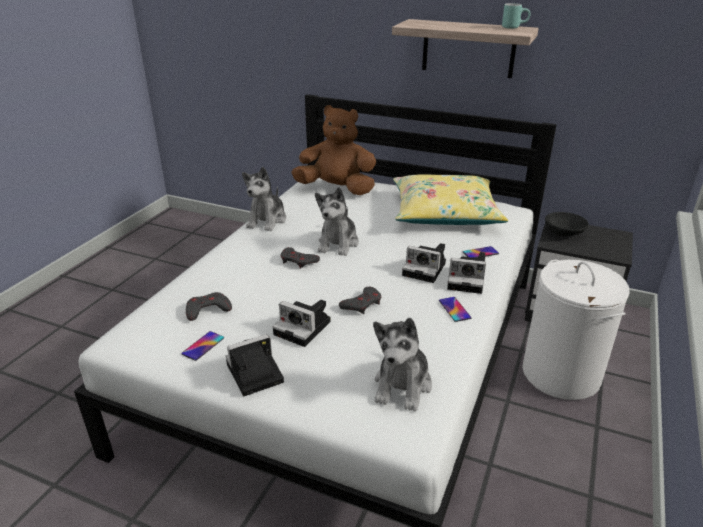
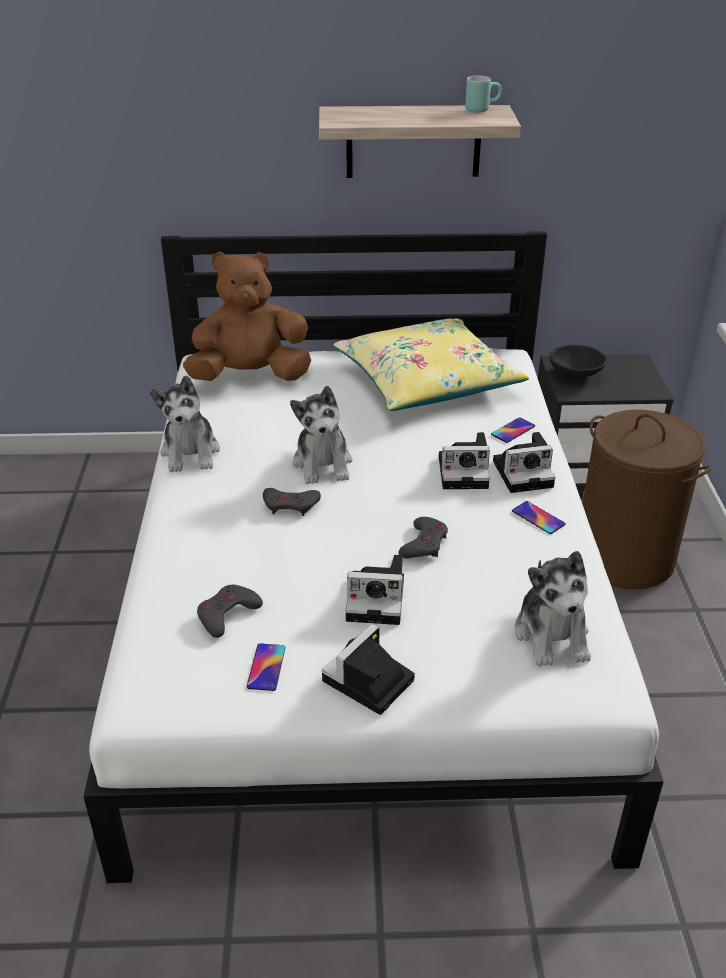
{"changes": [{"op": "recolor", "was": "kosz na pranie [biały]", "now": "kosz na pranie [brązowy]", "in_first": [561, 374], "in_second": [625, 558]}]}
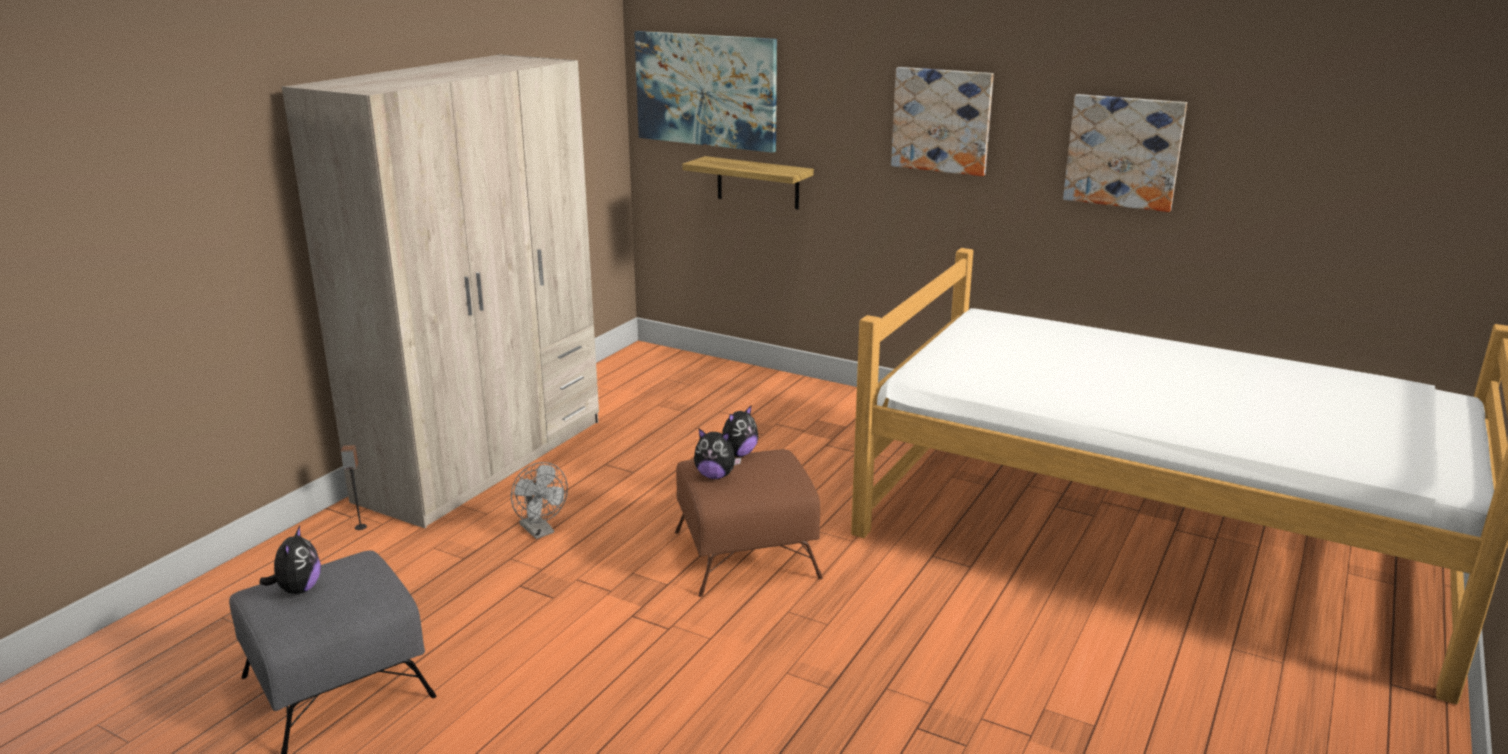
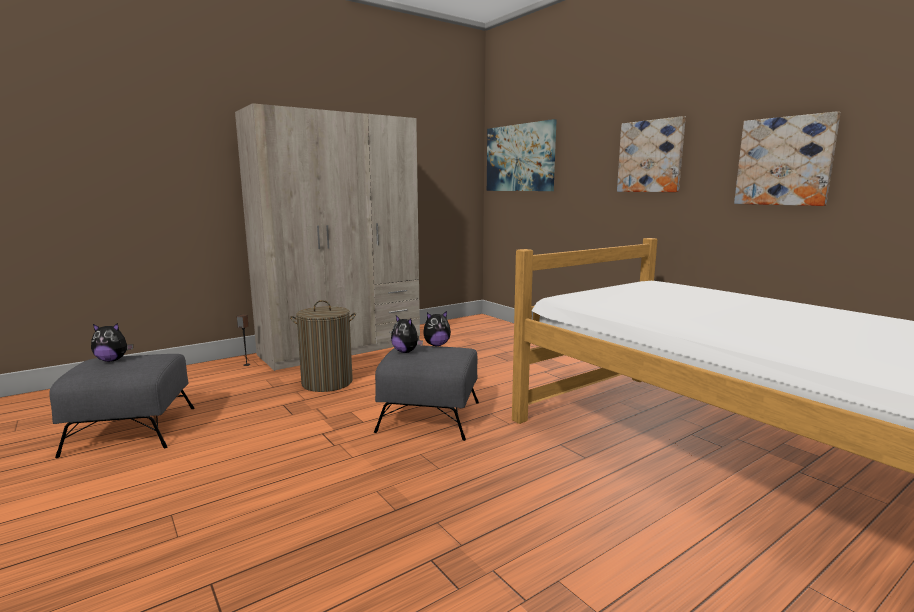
{"changes": [{"op": "rotate", "was": "pluszak", "in_first": [298, 589], "in_second": [112, 360], "clockwise": 60}, {"op": "replace", "was": "wentylator [szary]", "now": "kosz na pranie", "in_first": [540, 531], "in_second": [327, 382]}, {"op": "recolor", "was": "pufa [brązowy]", "now": "pufa [szary]", "in_first": [747, 554], "in_second": [430, 416]}, {"op": "delete", "was": "półka", "in_first": [758, 183]}]}
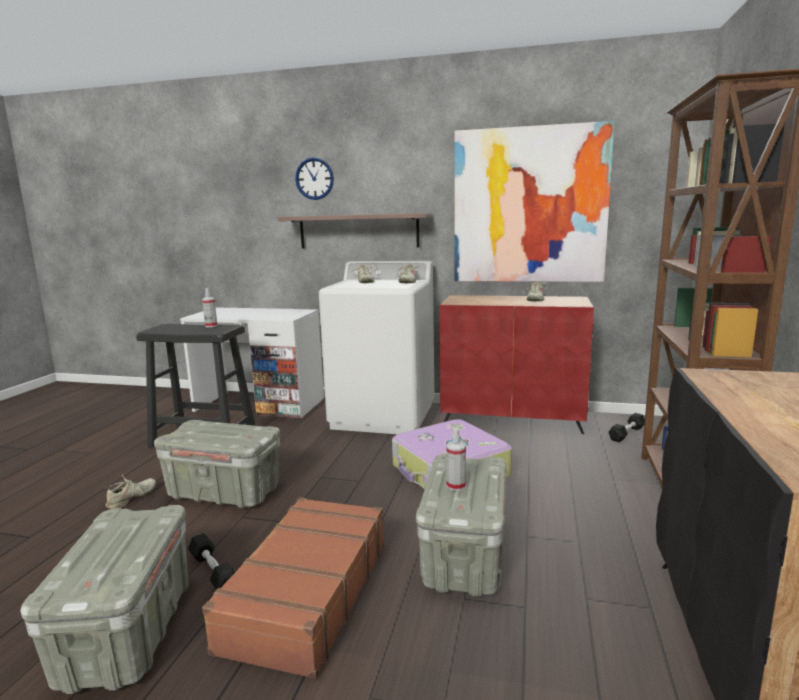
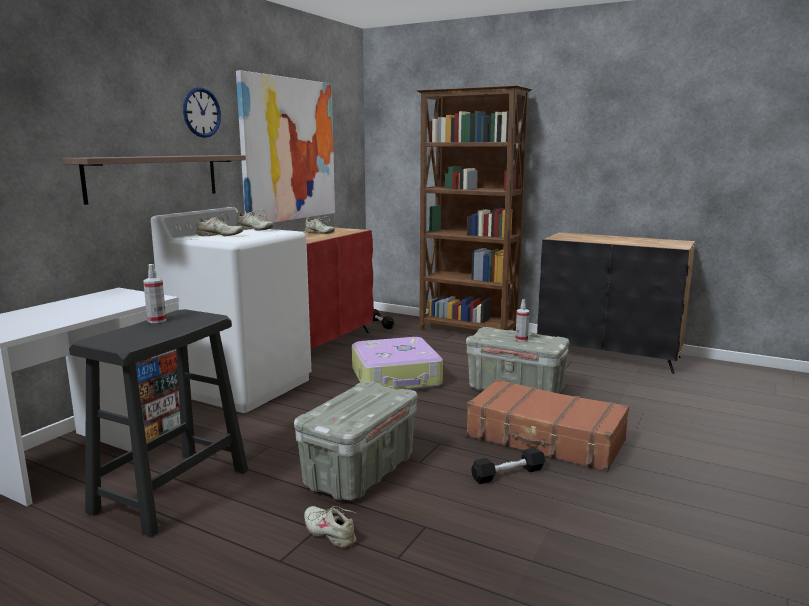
{"changes": [{"op": "move", "was": "zegar ścienny", "in_first": [314, 178], "in_second": [201, 112]}, {"op": "delete", "was": "pojemnik do przechowywania [szary]", "in_first": [128, 631]}]}
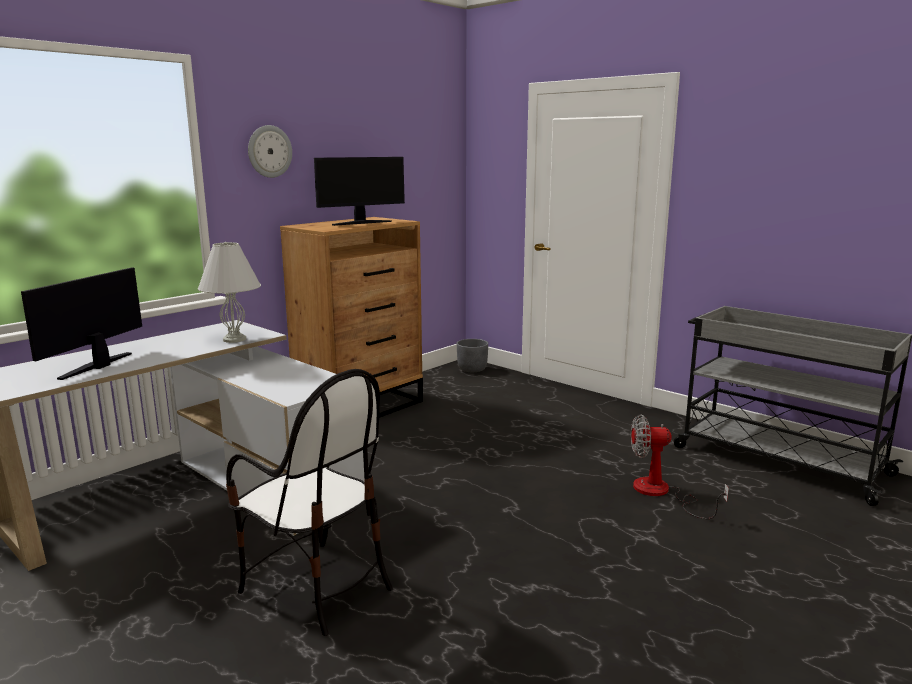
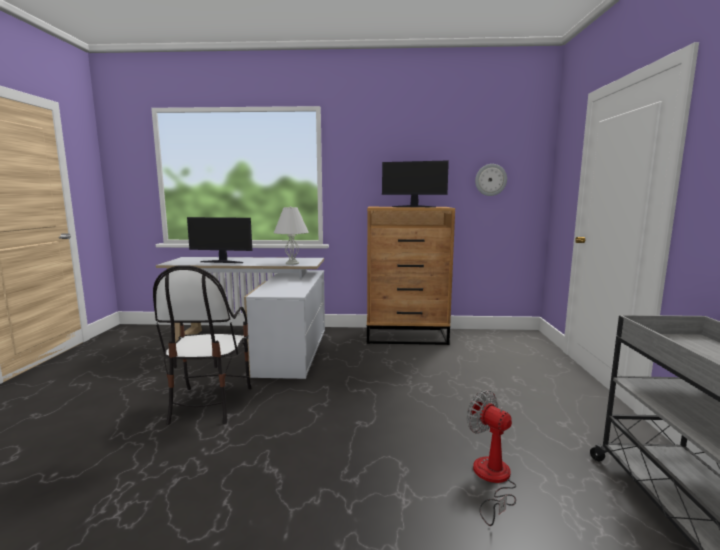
{"changes": [{"op": "rotate", "was": "monitor", "in_first": [98, 366], "in_second": [222, 262], "clockwise": -150}, {"op": "move", "was": "zegar ścienny", "in_first": [269, 151], "in_second": [490, 180]}, {"op": "delete", "was": "donica [szary]", "in_first": [472, 369]}]}
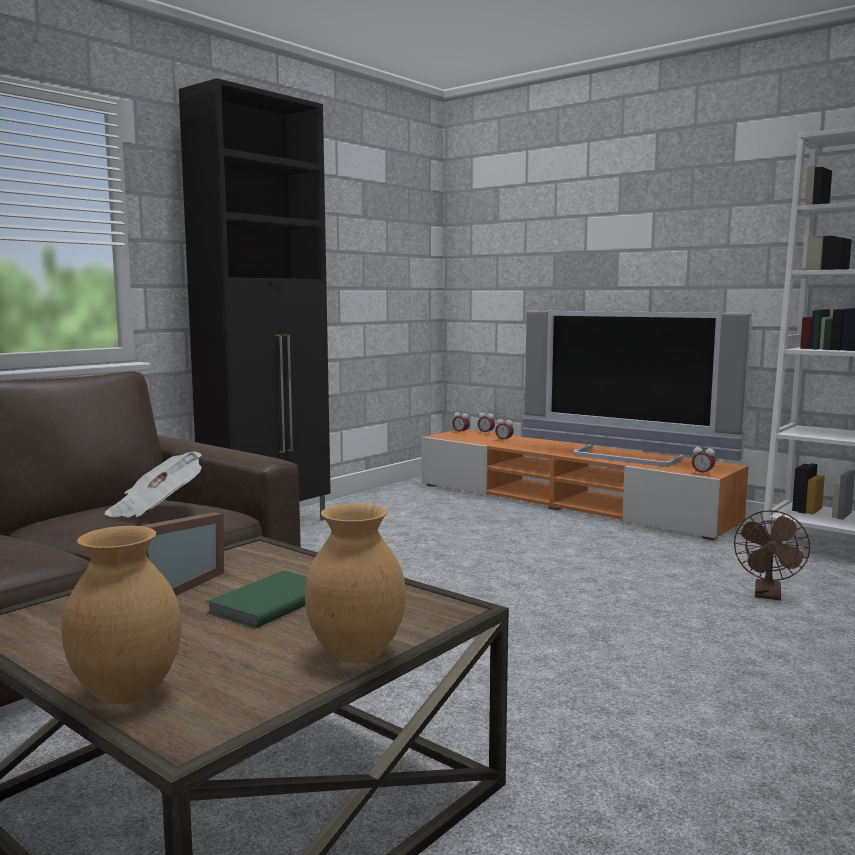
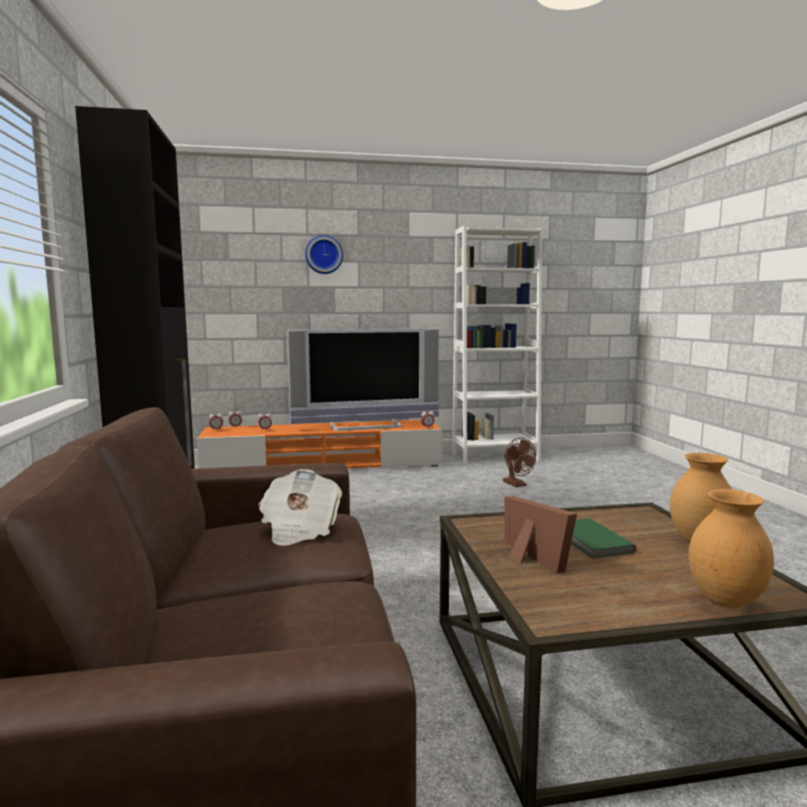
{"changes": [{"op": "insert", "now": "zegar ścienny", "in_second": [324, 255]}]}
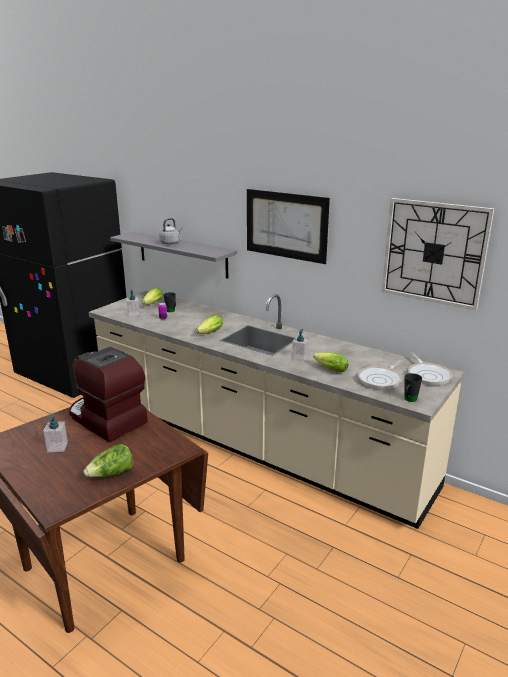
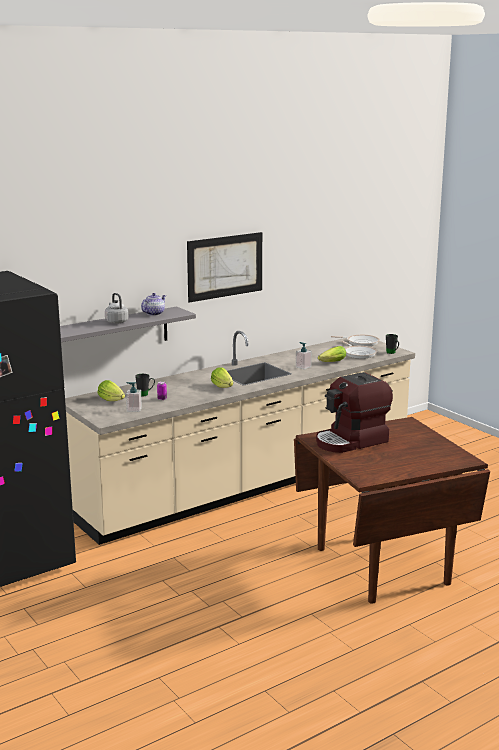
{"changes": [{"op": "insert", "now": "imbryk", "in_second": [154, 313]}, {"op": "delete", "was": "dozownik mydła", "in_first": [57, 447]}, {"op": "delete", "was": "sałata", "in_first": [112, 474]}, {"op": "delete", "was": "zegar ścienny", "in_first": [434, 252]}]}
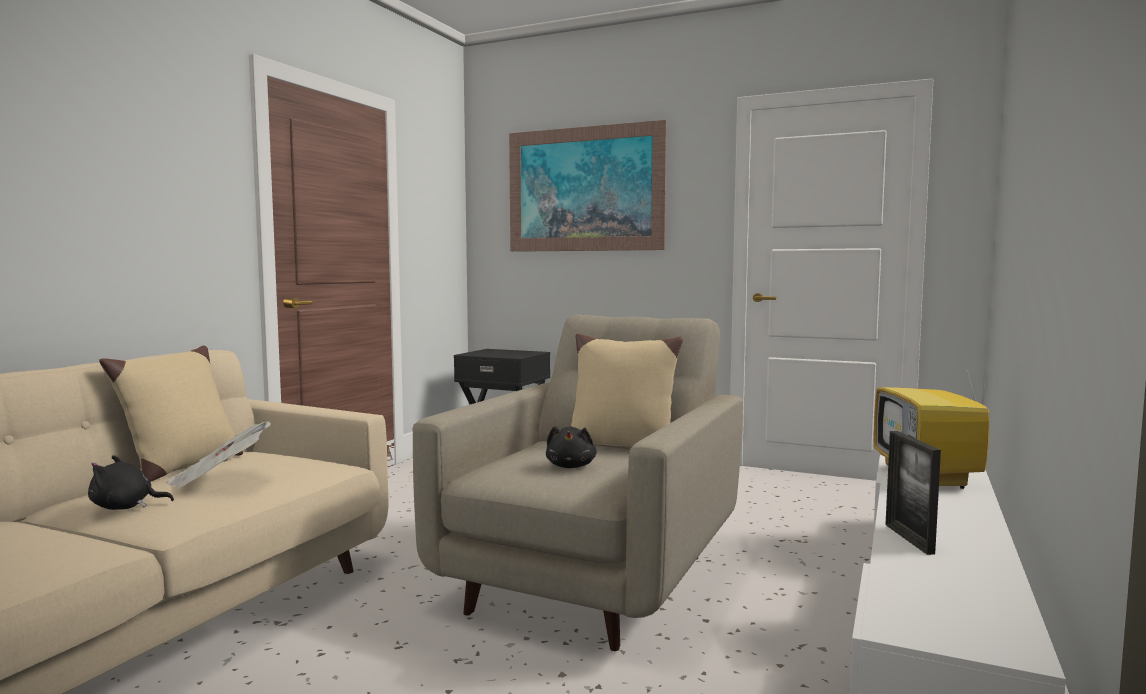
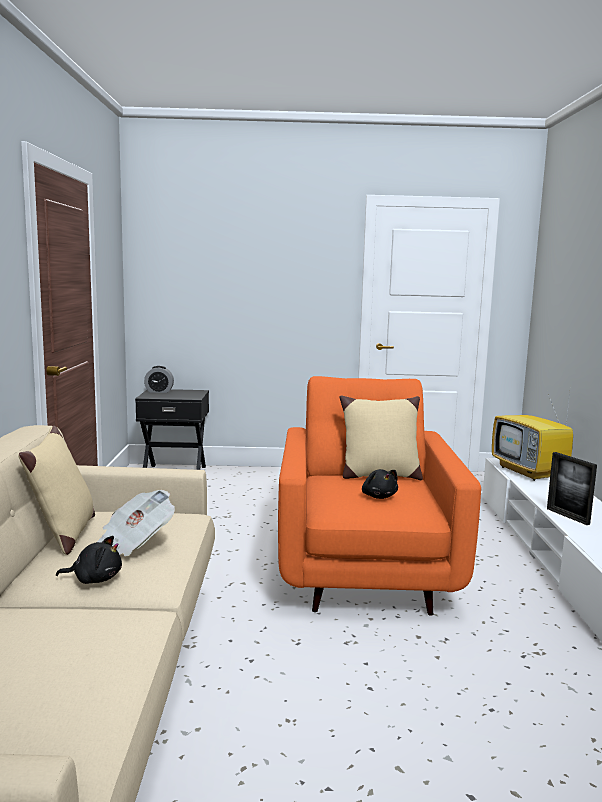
{"changes": [{"op": "rotate", "was": "pluszak [czarny]", "in_first": [125, 507], "in_second": [95, 579], "clockwise": -150}, {"op": "insert", "now": "budzik", "in_second": [159, 391]}, {"op": "recolor", "was": "fotel [beżowy]", "now": "fotel [pomarańczowy]", "in_first": [596, 576], "in_second": [364, 568]}, {"op": "delete", "was": "obraz", "in_first": [585, 189]}]}
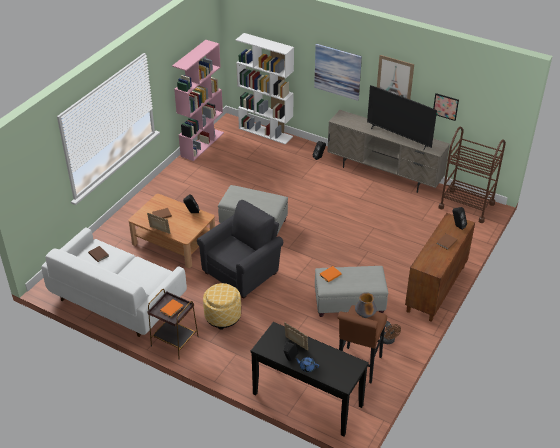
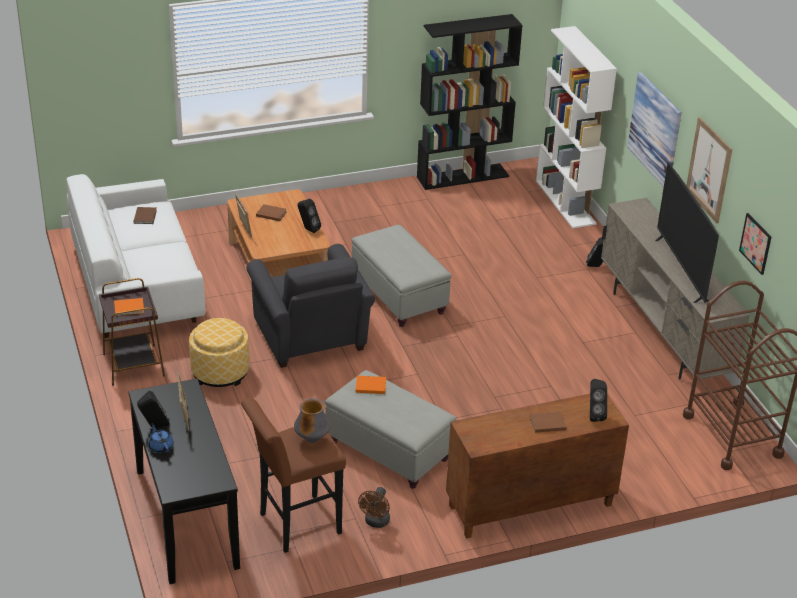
{"changes": [{"op": "rotate", "was": "fotel [szary]", "in_first": [243, 271], "in_second": [310, 339], "clockwise": 75}, {"op": "recolor", "was": "regał [różowy]", "now": "regał [czarny]", "in_first": [202, 144], "in_second": [463, 176]}]}
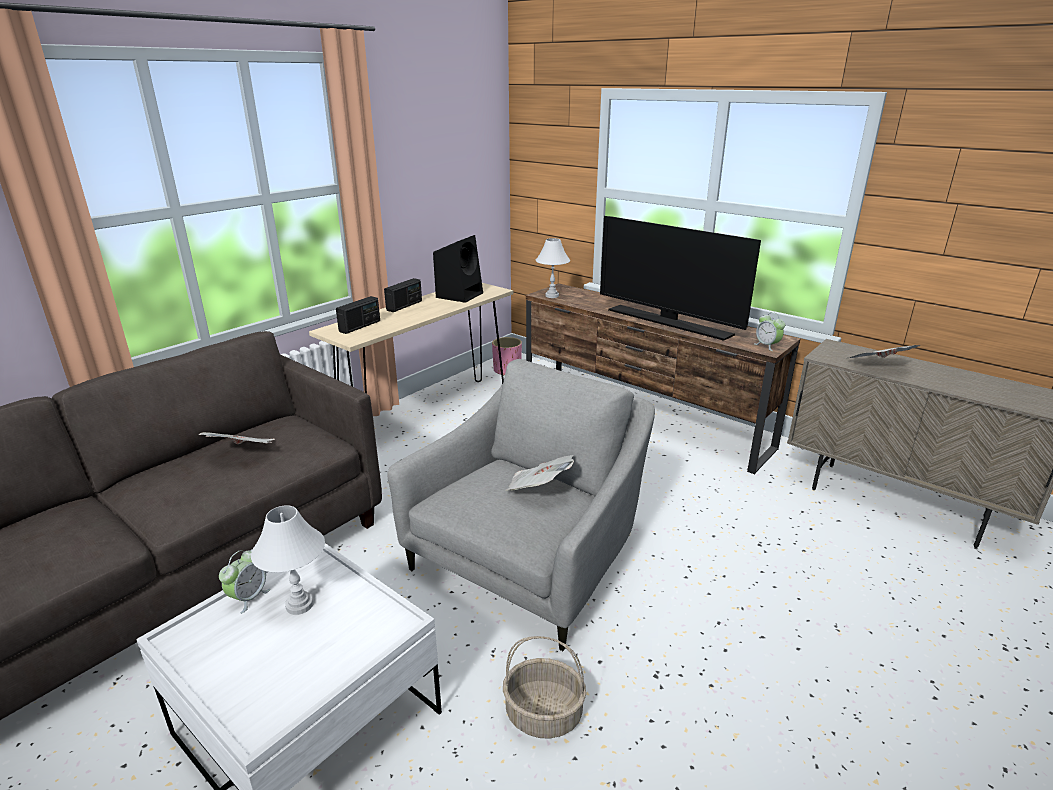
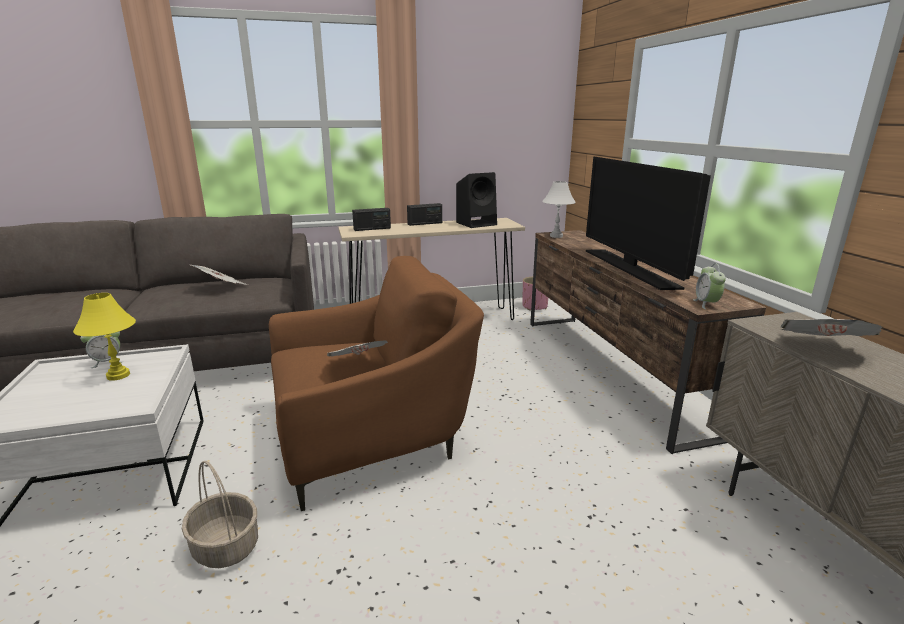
{"changes": [{"op": "recolor", "was": "lampa stołowa [biały]", "now": "lampa stołowa [żółty]", "in_first": [299, 605], "in_second": [118, 375]}, {"op": "recolor", "was": "fotel [szary]", "now": "fotel [brązowy]", "in_first": [531, 558], "in_second": [373, 436]}]}
